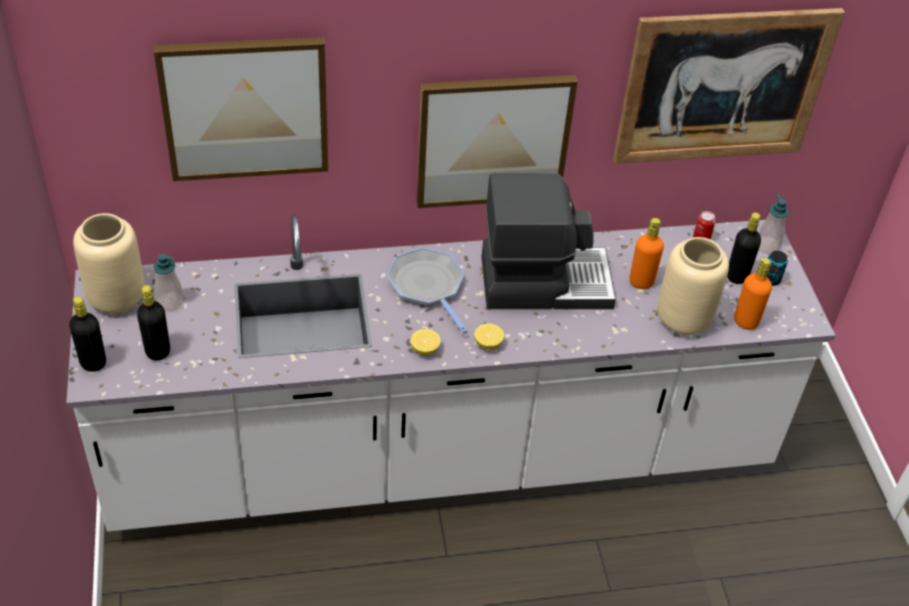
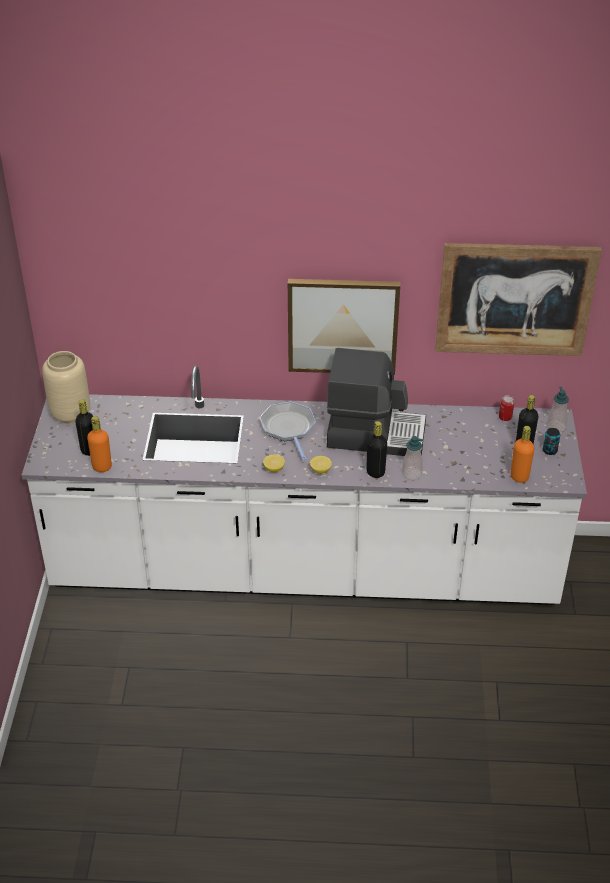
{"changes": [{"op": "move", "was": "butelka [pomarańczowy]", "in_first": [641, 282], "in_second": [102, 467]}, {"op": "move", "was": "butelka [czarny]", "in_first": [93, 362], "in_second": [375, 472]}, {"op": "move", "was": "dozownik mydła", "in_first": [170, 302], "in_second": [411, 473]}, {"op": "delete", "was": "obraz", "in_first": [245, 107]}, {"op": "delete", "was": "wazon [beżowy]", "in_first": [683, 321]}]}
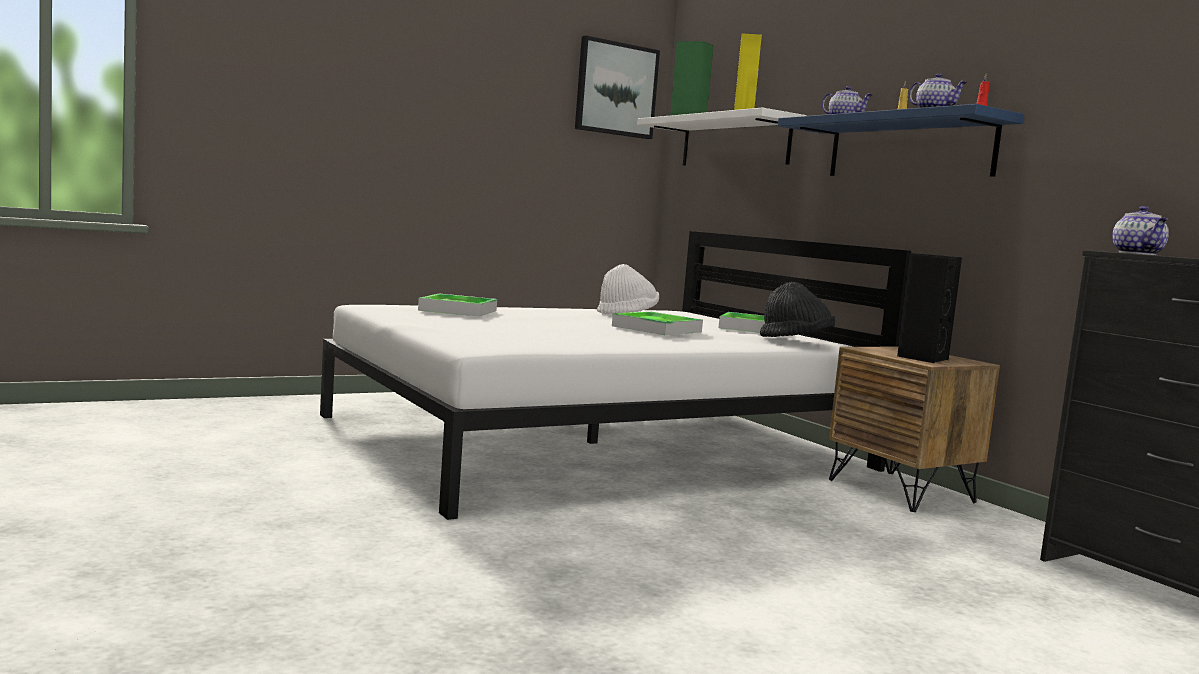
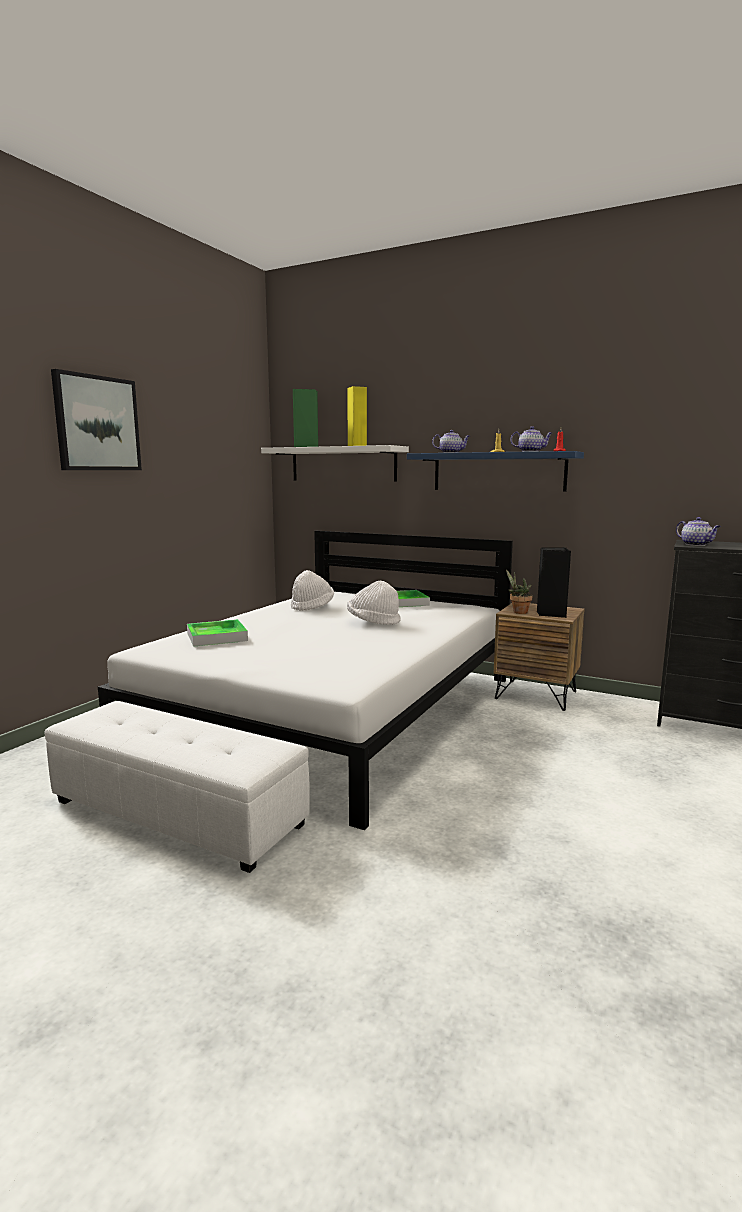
{"changes": [{"op": "insert", "now": "pufa [biały]", "in_second": [178, 812]}, {"op": "move", "was": "obraz", "in_first": [616, 89], "in_second": [97, 423]}, {"op": "replace", "was": "taca", "now": "kapelusz [biały]", "in_first": [656, 329], "in_second": [373, 622]}, {"op": "insert", "now": "roślina doniczkowa", "in_second": [518, 612]}, {"op": "delete", "was": "kapelusz [czarny]", "in_first": [796, 341]}]}
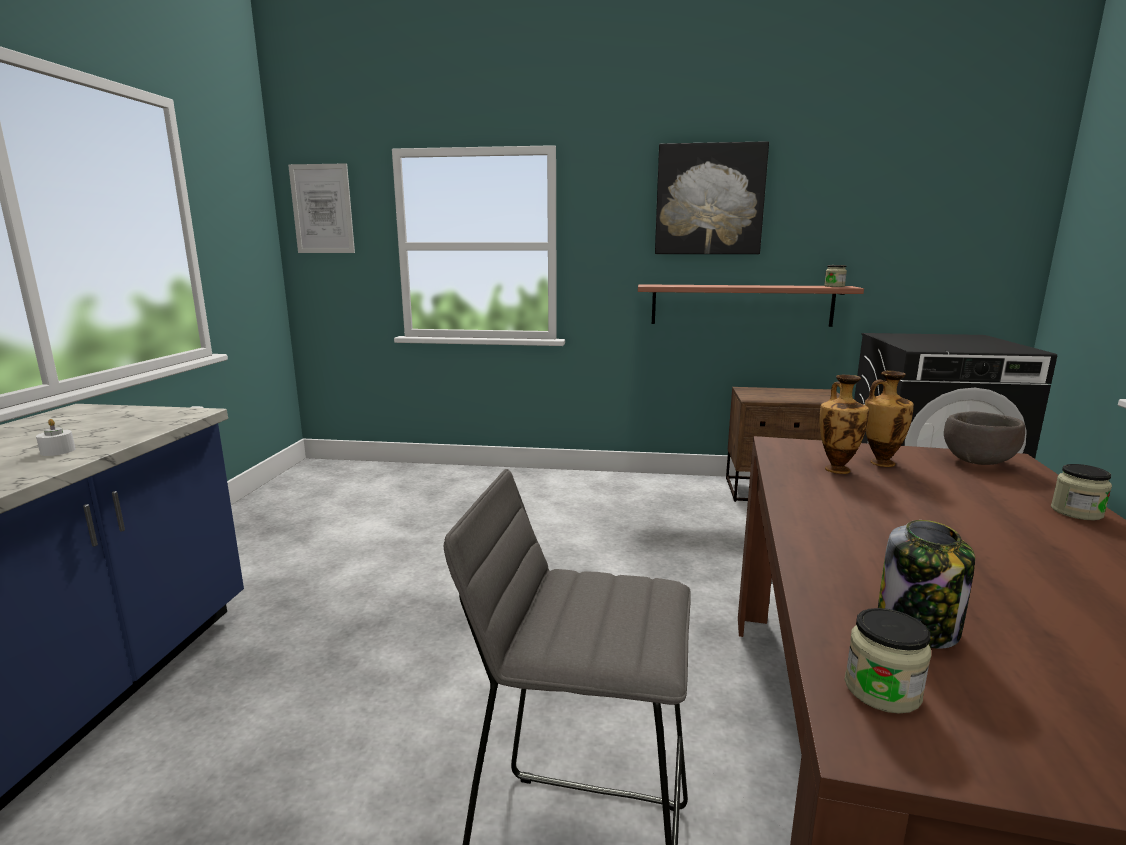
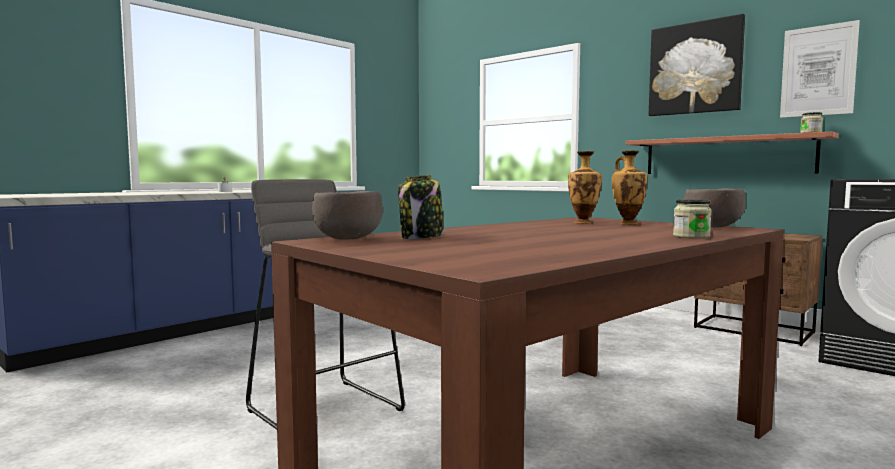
{"changes": [{"op": "replace", "was": "słoik", "now": "miska [brązowy]", "in_first": [882, 690], "in_second": [349, 239]}, {"op": "move", "was": "obraz", "in_first": [322, 209], "in_second": [818, 71]}]}
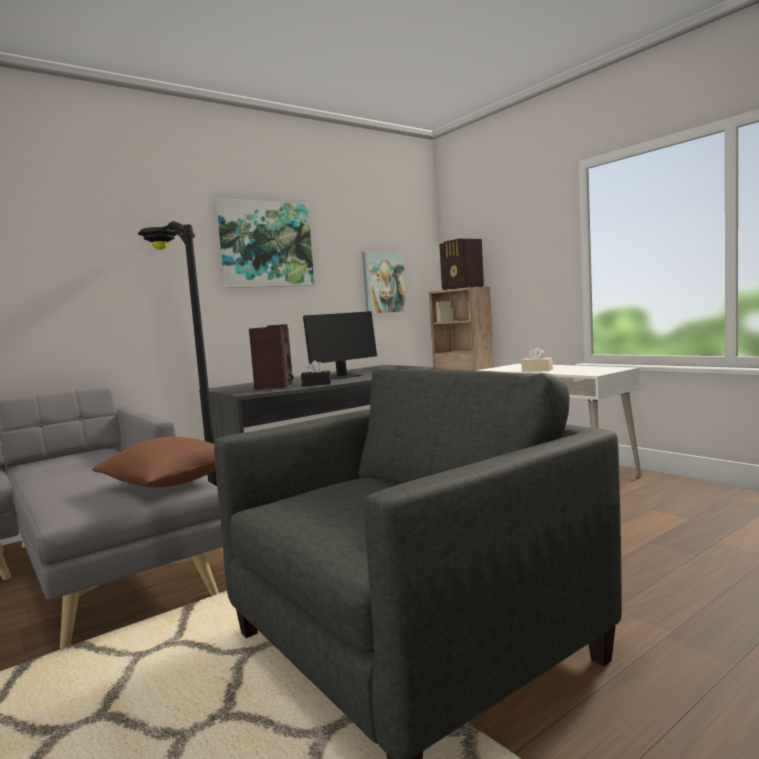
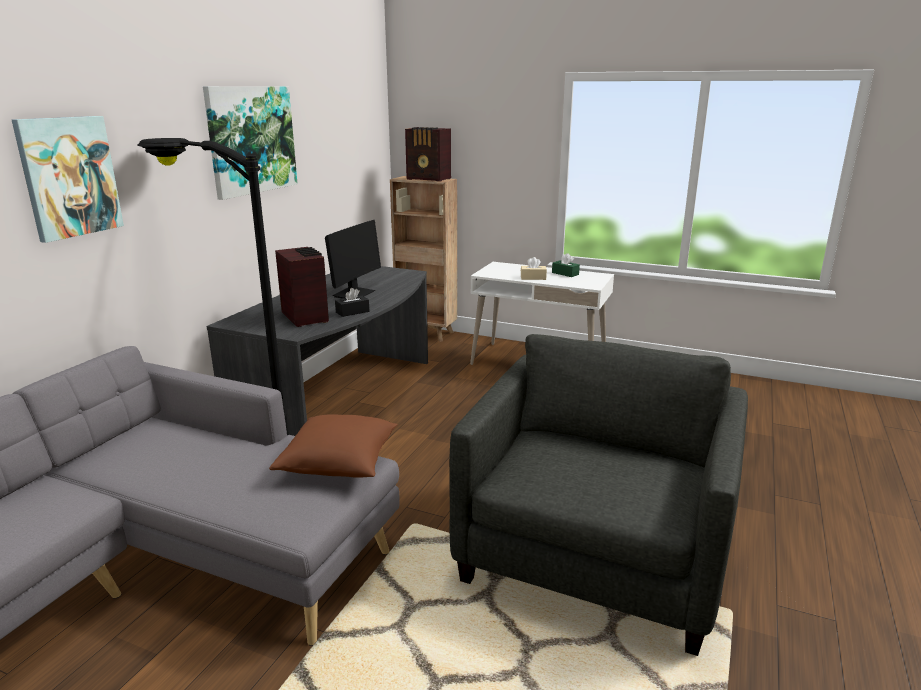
{"changes": [{"op": "move", "was": "obraz", "in_first": [383, 282], "in_second": [69, 177]}, {"op": "insert", "now": "pudełko chusteczek [zielony]", "in_second": [565, 273]}]}
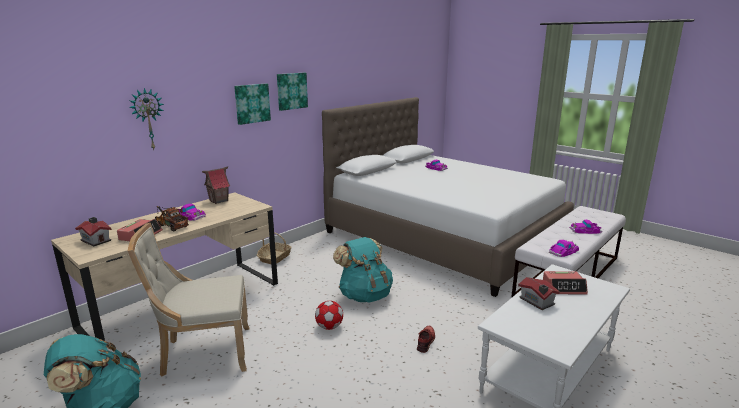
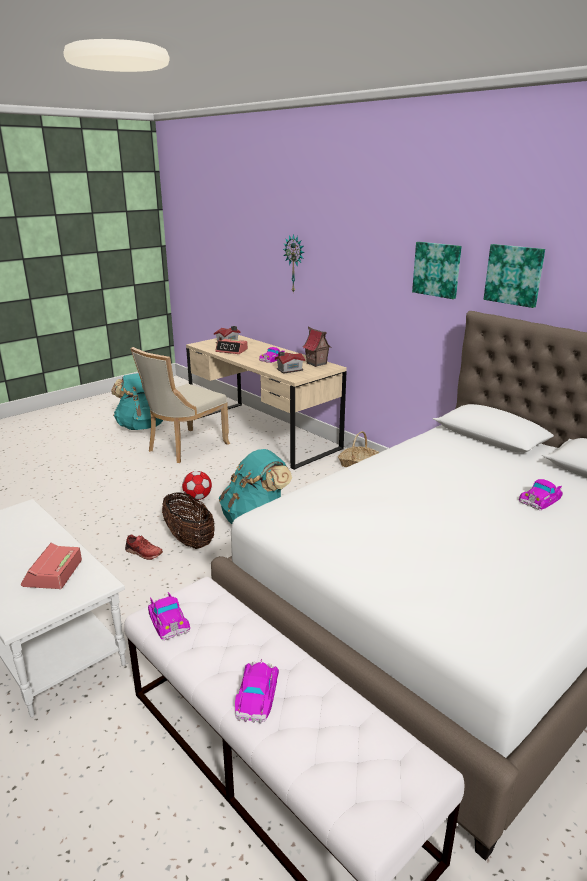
{"changes": [{"op": "rotate", "was": "krzesło [beżowy]", "in_first": [203, 353], "in_second": [184, 447], "clockwise": -135}, {"op": "insert", "now": "koszyk", "in_second": [189, 540]}, {"op": "move", "was": "domek", "in_first": [537, 302], "in_second": [289, 369]}, {"op": "move", "was": "obraz", "in_first": [252, 103], "in_second": [514, 275]}, {"op": "delete", "was": "ciężarówka zabawkowa", "in_first": [171, 225]}]}
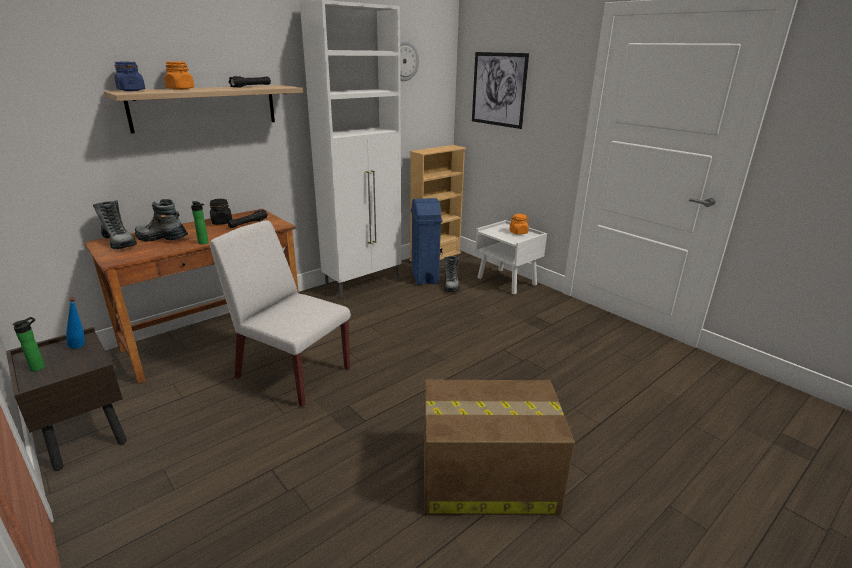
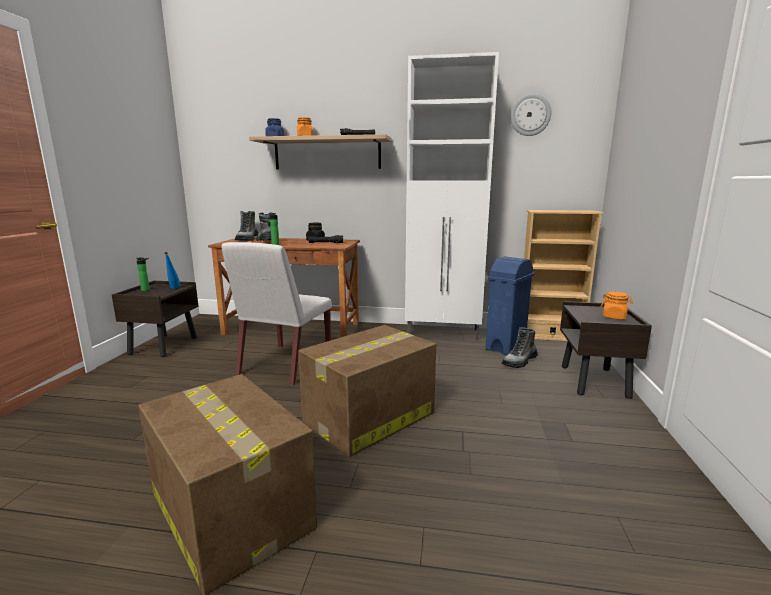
{"changes": [{"op": "rotate", "was": "krzesło [biały]", "in_first": [292, 373], "in_second": [285, 364], "clockwise": -150}, {"op": "insert", "now": "karton", "in_second": [368, 418]}, {"op": "recolor", "was": "szafka nocna [biały]", "now": "szafka nocna [brązowy]", "in_first": [507, 282], "in_second": [594, 382]}, {"op": "delete", "was": "obraz", "in_first": [498, 89]}]}
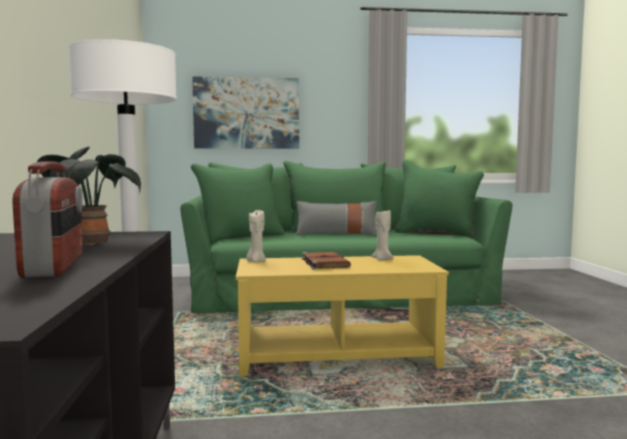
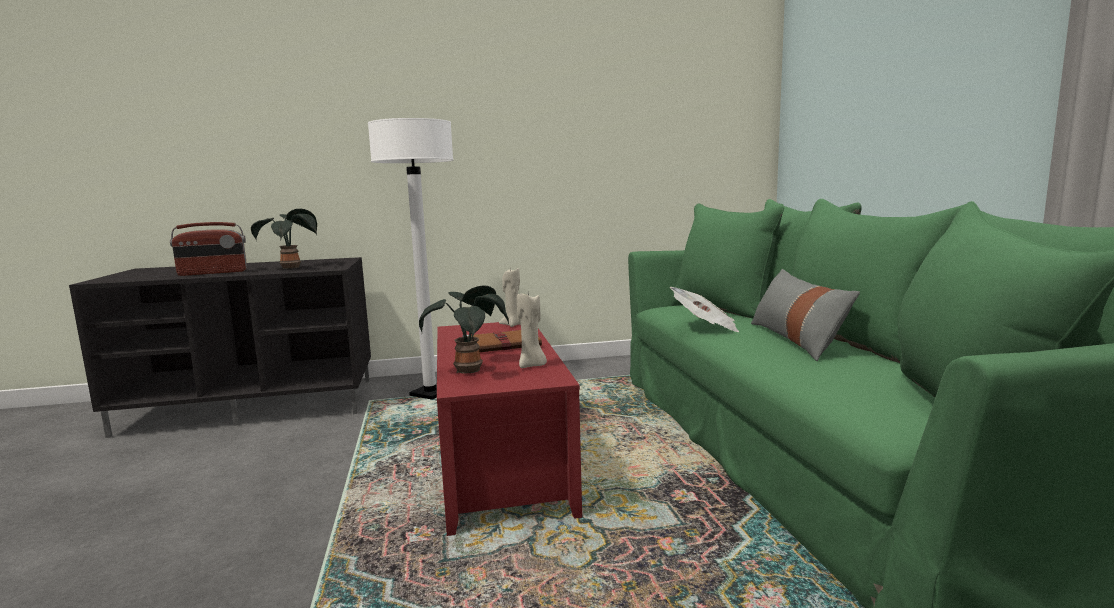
{"changes": [{"op": "insert", "now": "roślina doniczkowa", "in_second": [469, 370]}, {"op": "recolor", "was": "ława [żółty]", "now": "ława [czerwony]", "in_first": [337, 355], "in_second": [501, 462]}, {"op": "insert", "now": "gazeta", "in_second": [705, 327]}, {"op": "delete", "was": "obraz", "in_first": [246, 113]}]}
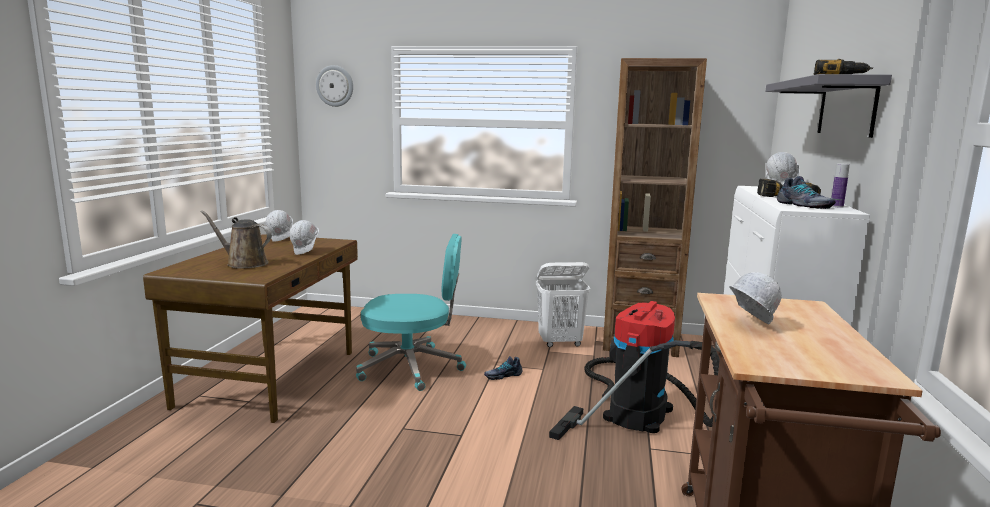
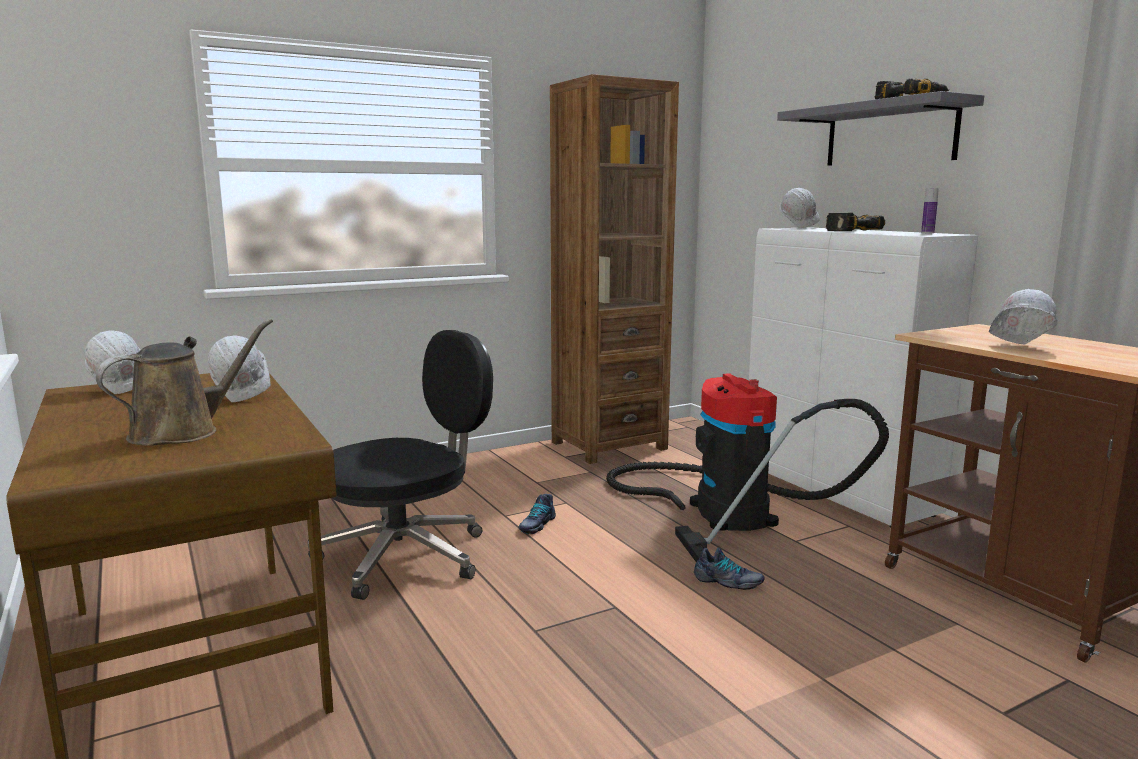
{"changes": [{"op": "rotate", "was": "konewka [brązowy]", "in_first": [244, 263], "in_second": [182, 432], "clockwise": 150}, {"op": "recolor", "was": "krzesło biurowe [turkusowy]", "now": "krzesło biurowe [czarny]", "in_first": [412, 368], "in_second": [406, 556]}, {"op": "move", "was": "but", "in_first": [803, 205], "in_second": [728, 582]}, {"op": "delete", "was": "zegar ścienny", "in_first": [335, 86]}, {"op": "delete", "was": "kosz na pranie [biały]", "in_first": [560, 343]}]}
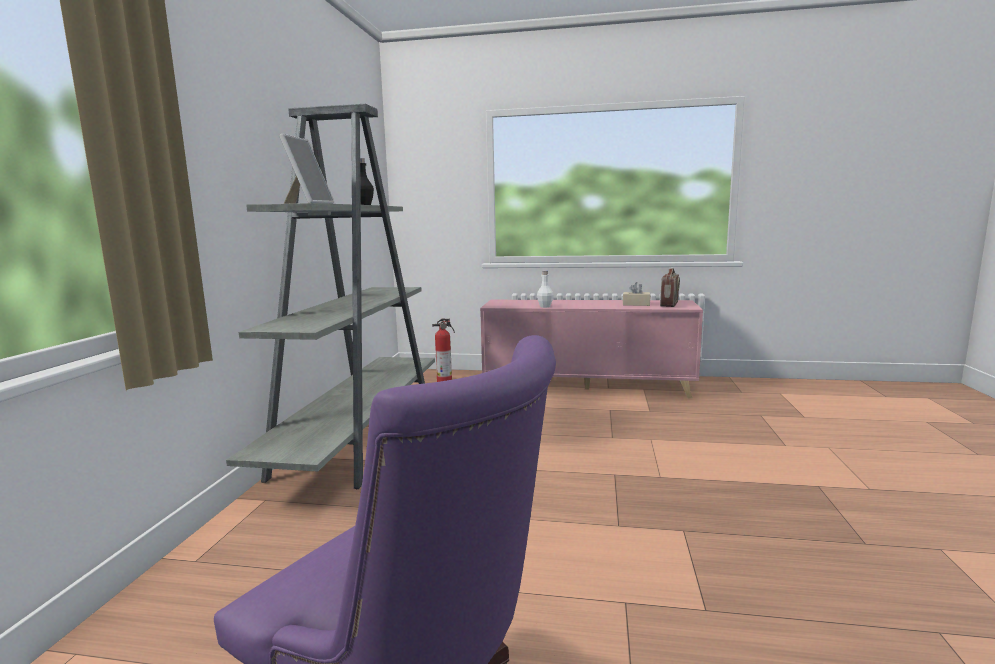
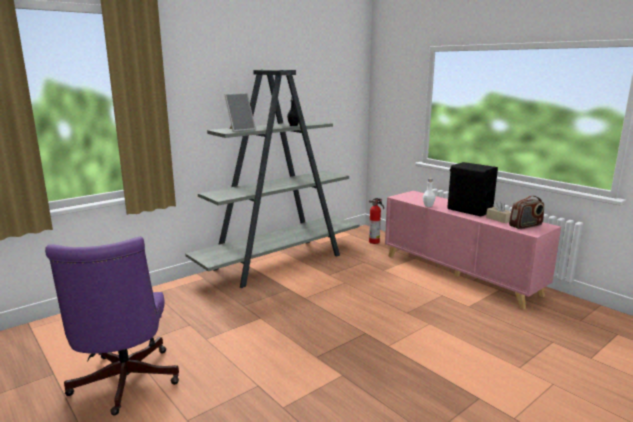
{"changes": [{"op": "insert", "now": "głośnik [czarny]", "in_second": [469, 210]}]}
